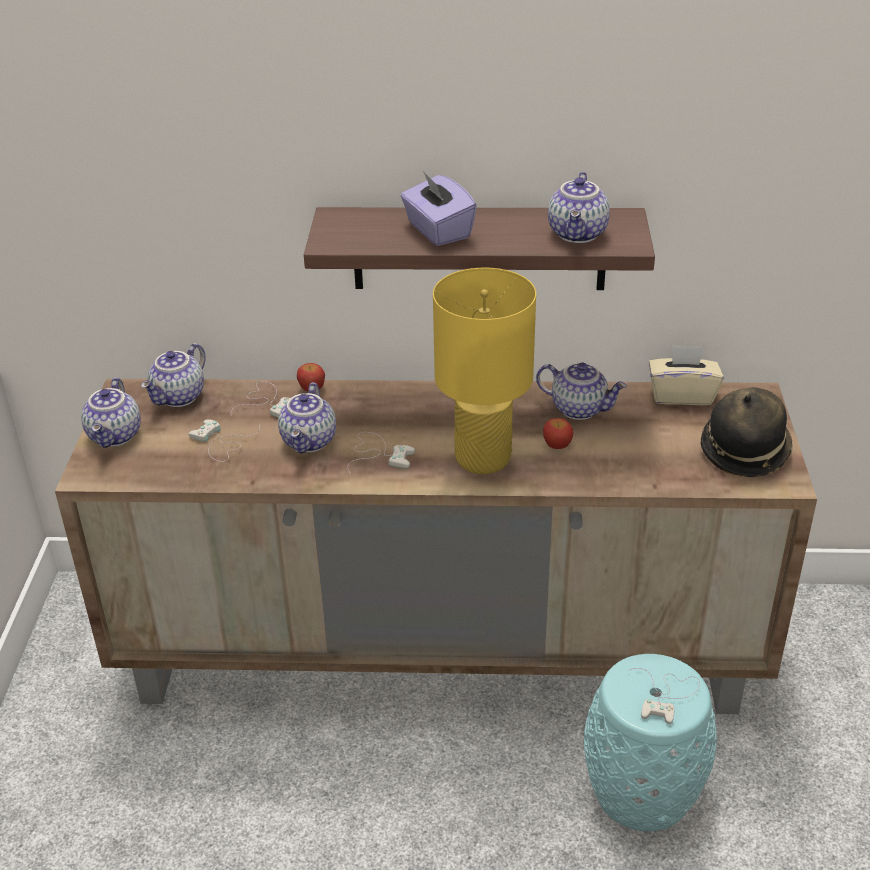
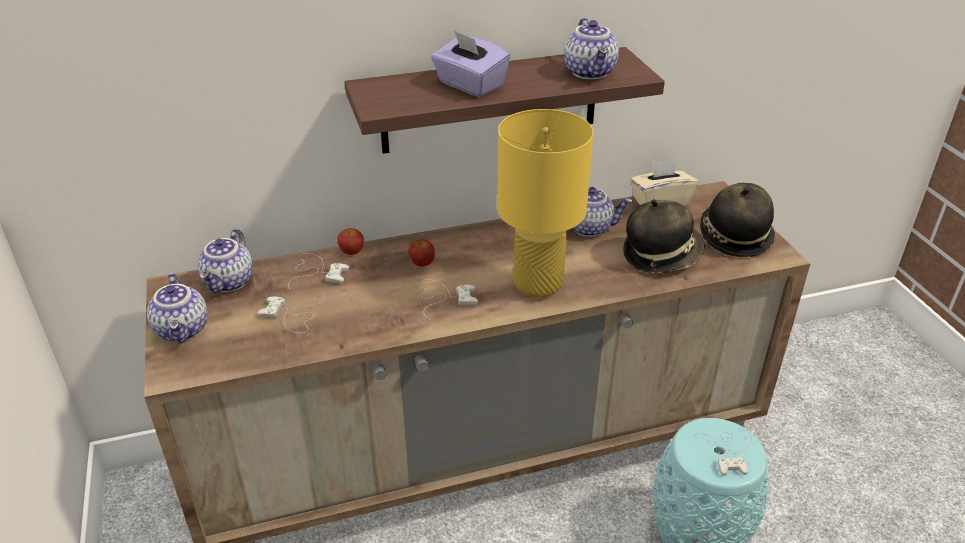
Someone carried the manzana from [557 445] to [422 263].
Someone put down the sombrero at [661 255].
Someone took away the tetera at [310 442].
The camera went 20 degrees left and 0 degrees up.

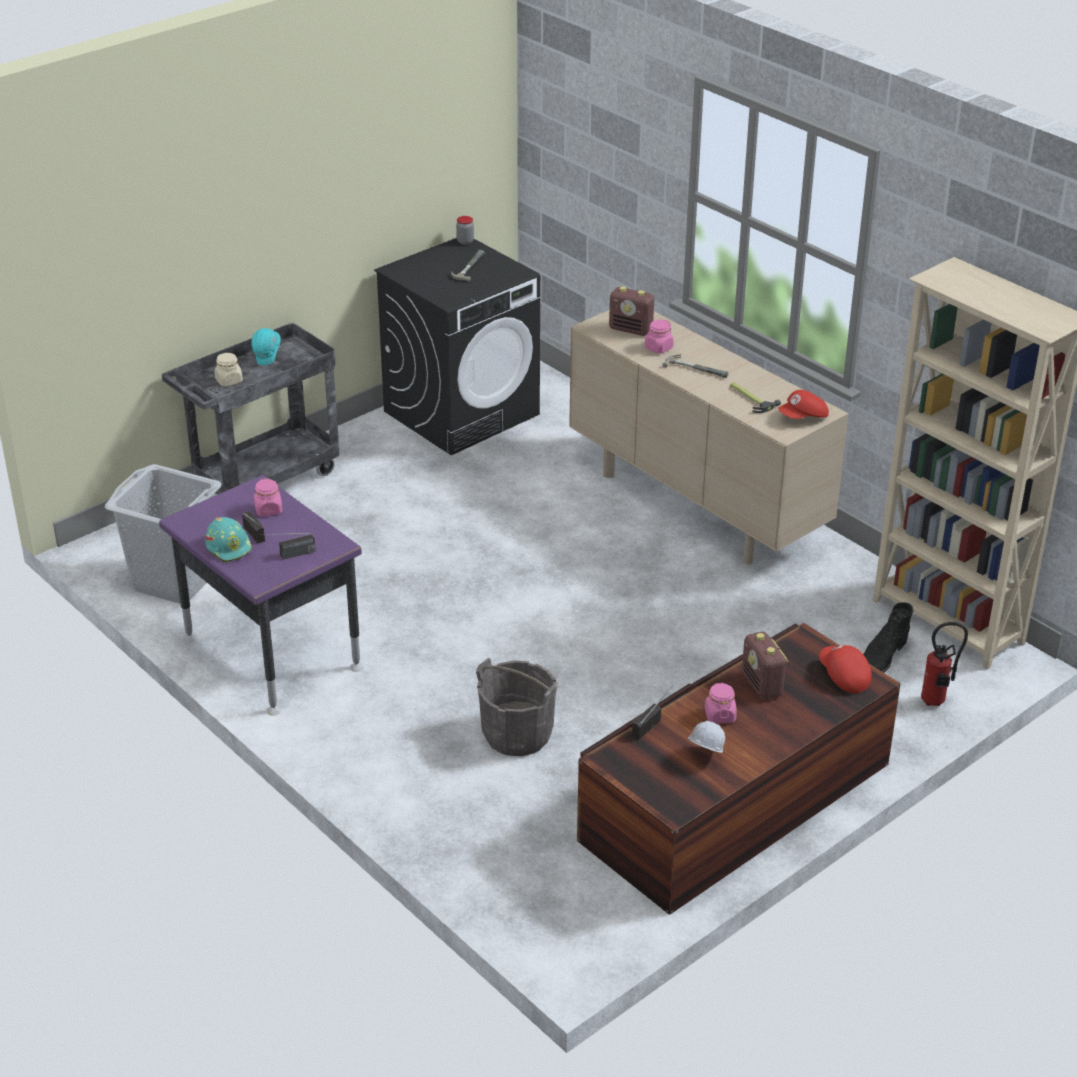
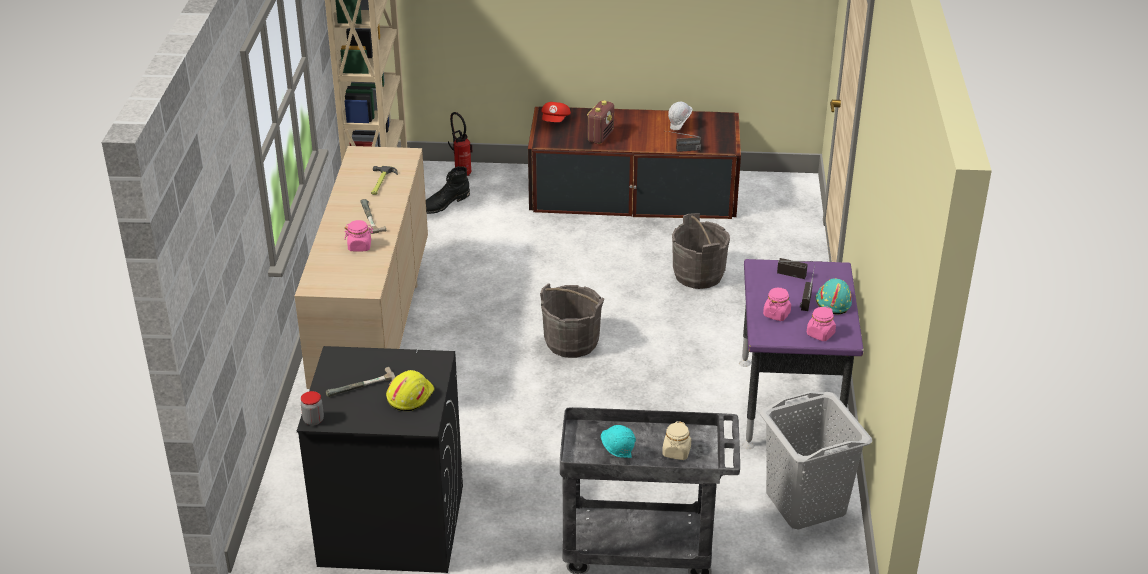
Someone put down the casco/amarillo at [409 396].
Someone rotated the bota/negro at [882 656] by 150 degrees clockwise.
Someone put down the cubo/gris at [571 342].
Someone carried the tarro/rosa from [719 715] to [820 334].
Someone took away the radio at [631 330].
Someone took away the gorra/rojo at [803 417].
The camera went 135 degrees left and 0 degrees up.

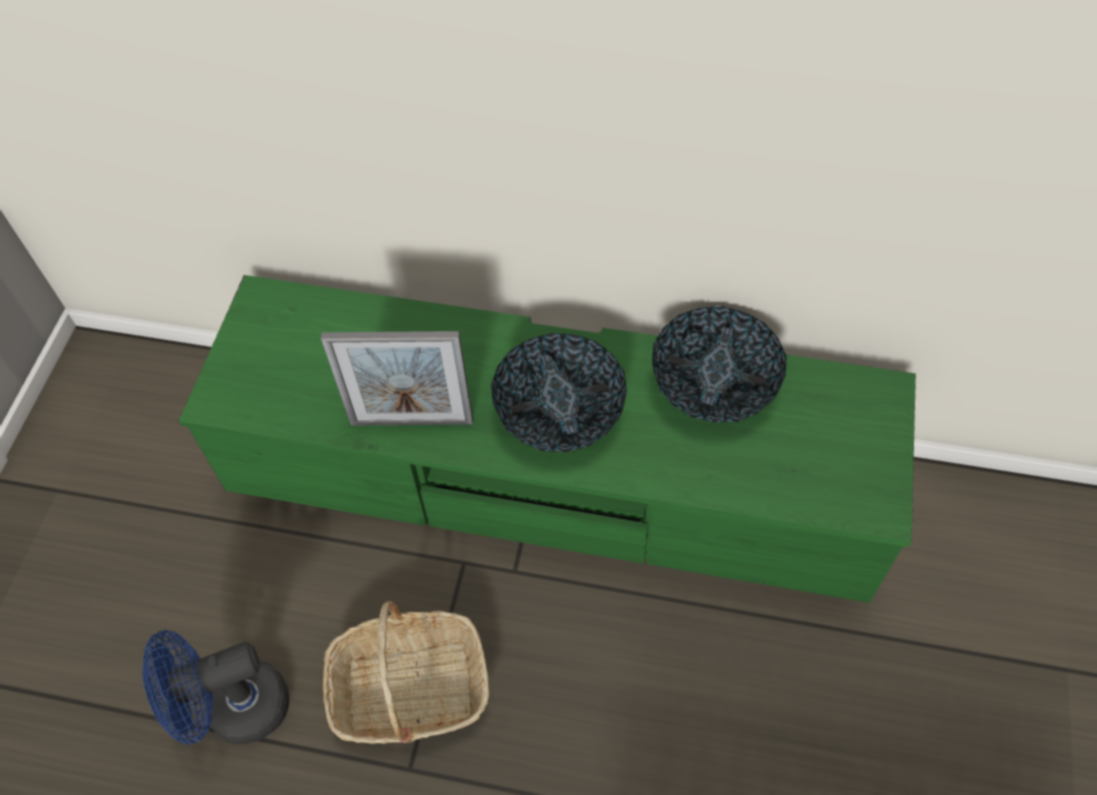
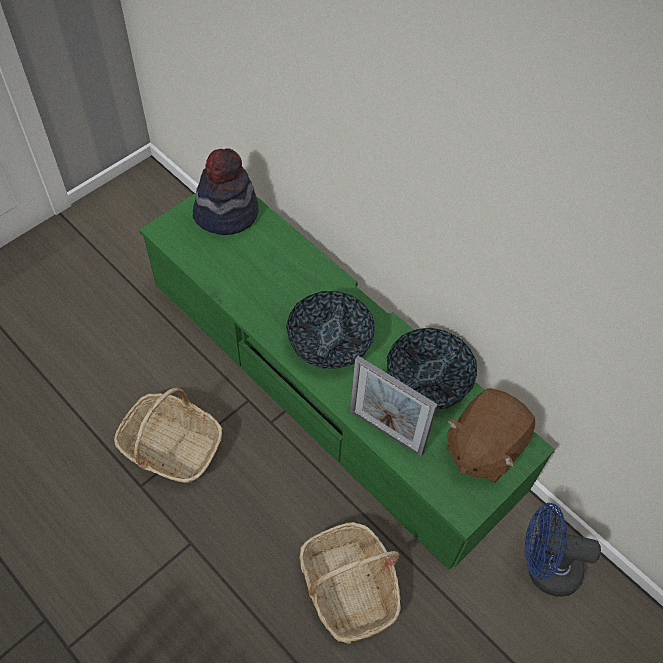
Someone put down the sombrero at [226 213].
Someone put down the cesta at [349 587].
Someone carried the portarretratos from [411 422] to [386 432].
Someone put down the peluche/marrón at [483 447].
Someone carried the ventilador/azul from [234 710] to [544 568].
The camera went 30 degrees right and 0 degrees up.

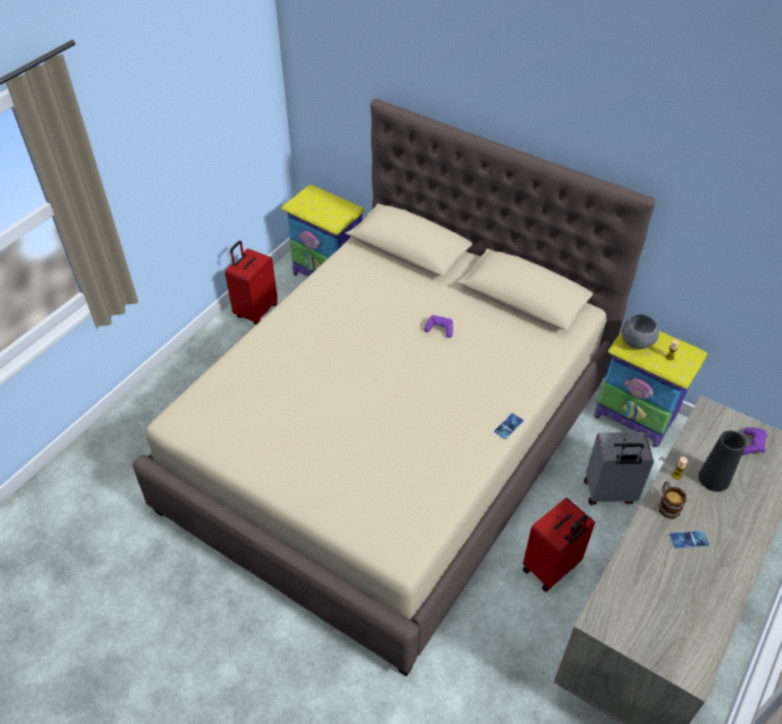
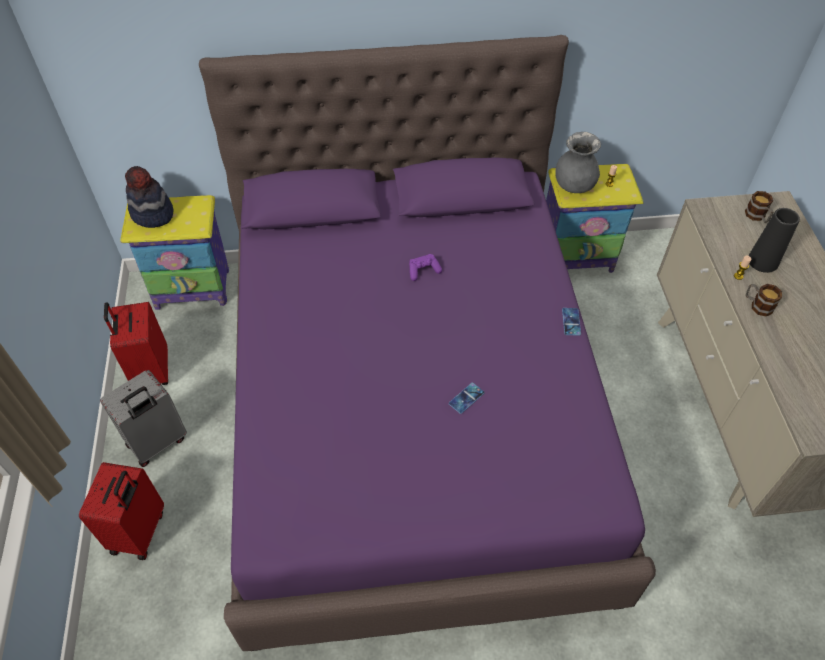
Someone carried the maleta/rojo from [551 568] to [140 532].
Someone carried the maleta/gris from [609 493] to [158 443].
Someone put down the sombrero at [152 214].
Someone repainted the cama/beis at [392 444], which became the cama/morado at [412 412].
Someone carried the móvil from [689 539] to [466 398].
Someone swapped the cuenco/gris at [636 342] for the florero/gris at [574 186].
Someone swapped the mando de consola/morado at [752 445] for the taza grande at [757 217].
The camera went 40 degrees left and 5 degrees up.

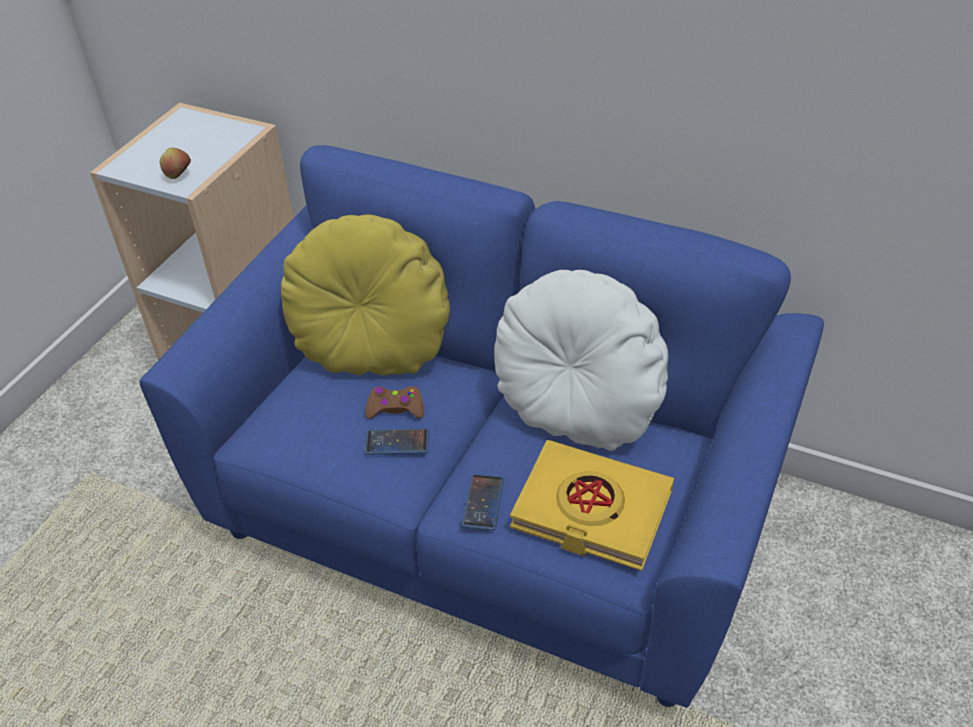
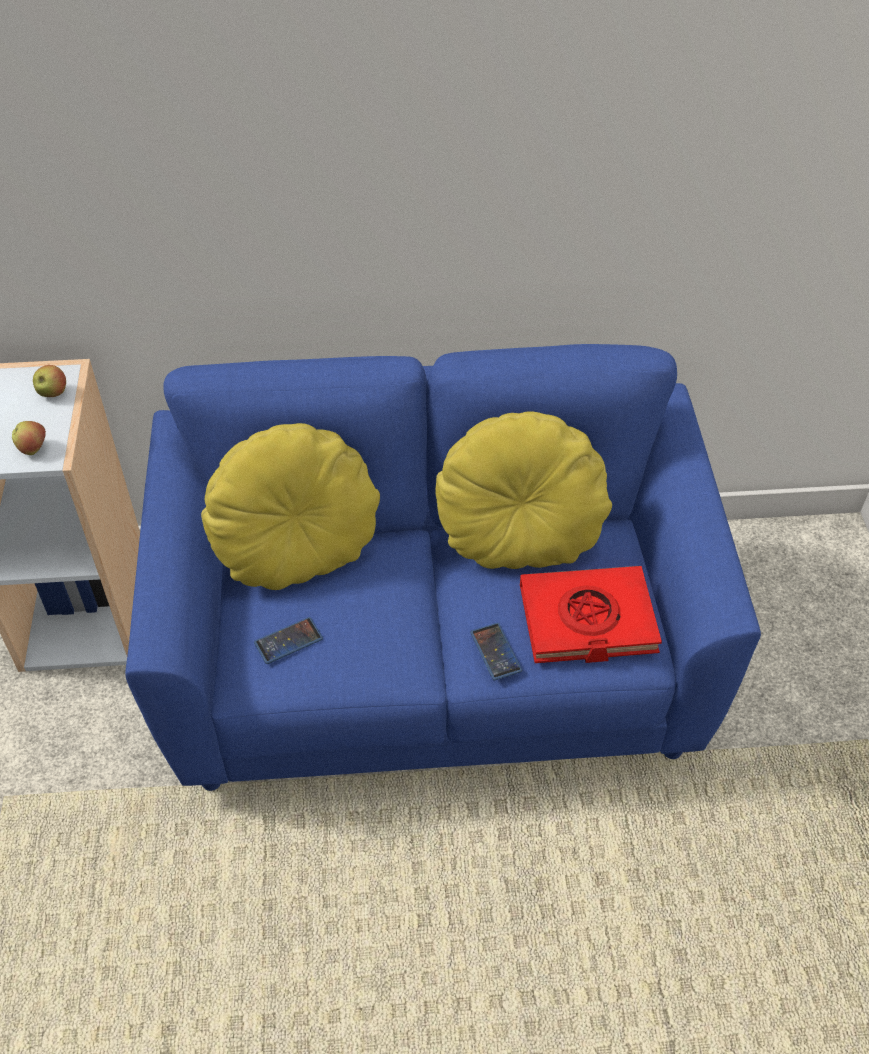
Someone put down the manzana at [53 393].
Someone carried the móvil from [397 442] to [288 641].
Someone repainted the cojín/blanco at [576 416], which became the cojín/amarillo at [519 544].
Someone repainted the libro/amarillo at [591 511], which became the libro/rojo at [587 621].
Someone took away the mando de consola/marrón at [395 408].
The camera went 30 degrees left and 5 degrees up.

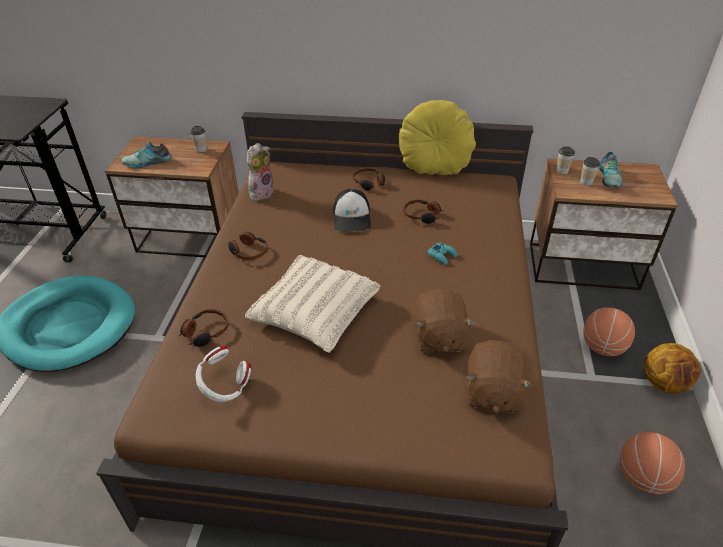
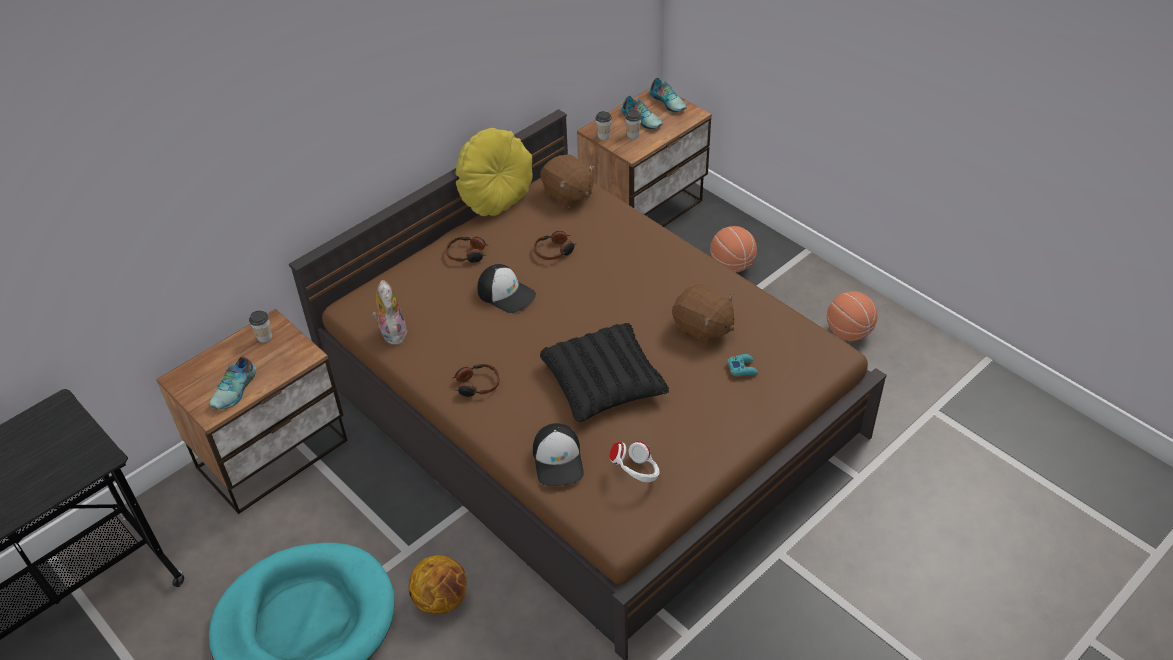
Someone carried the balón de baloncesto from [664 384] to [442 599].
Someone swapped the auriculares at [205 332] for the gorra at [558 460].
Someone carried the peluche/marrón from [492 392] to [568 195].
Someone repainted the cojín/beis at [314 311], which became the cojín/negro at [603 381].
Someone put down the zapato at [668 101].
Someone carried the mando de consola/turquesa from [442 256] to [742 368].
The camera went 50 degrees left and 5 degrees up.

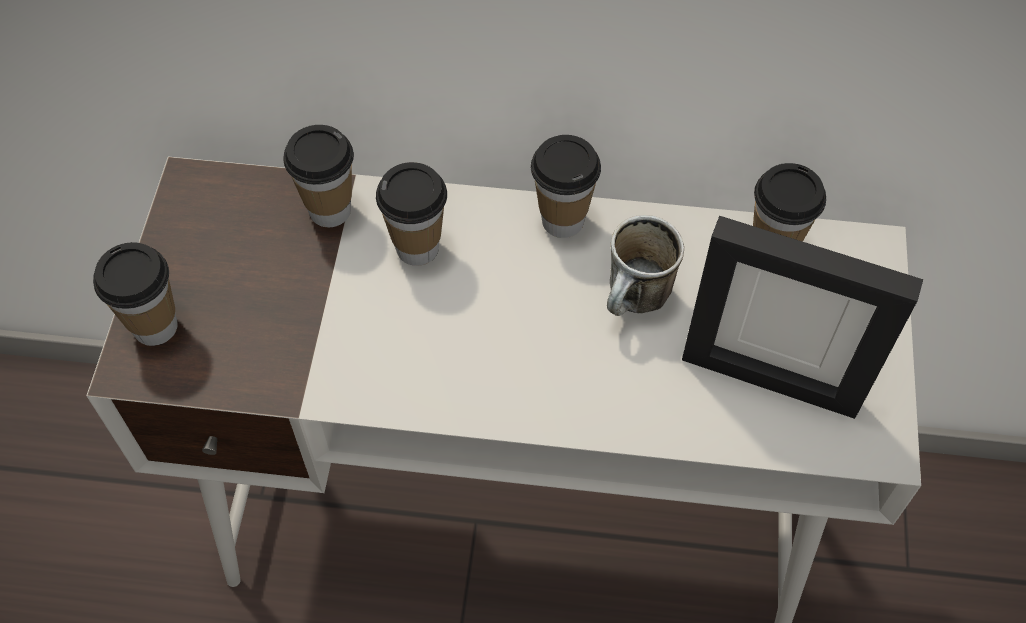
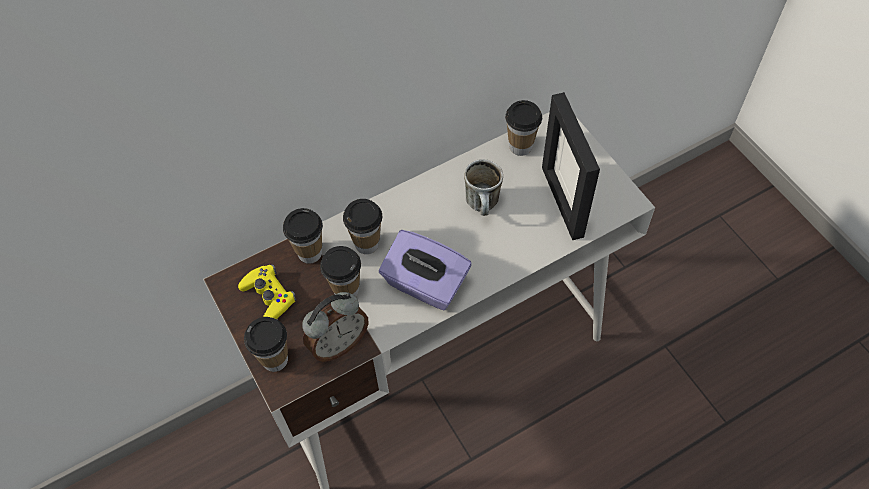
Someone put down the mando de consola/amarillo at [269 296].
Someone put down the despertador at [338 343].
Someone carried the taza from [562 220] to [346 290].
Someone put down the caja de pañuelos/morado at [425 284].
Someone rotated the portarretratos at [771 376] by 90 degrees clockwise.
The camera went 35 degrees left and 0 degrees up.

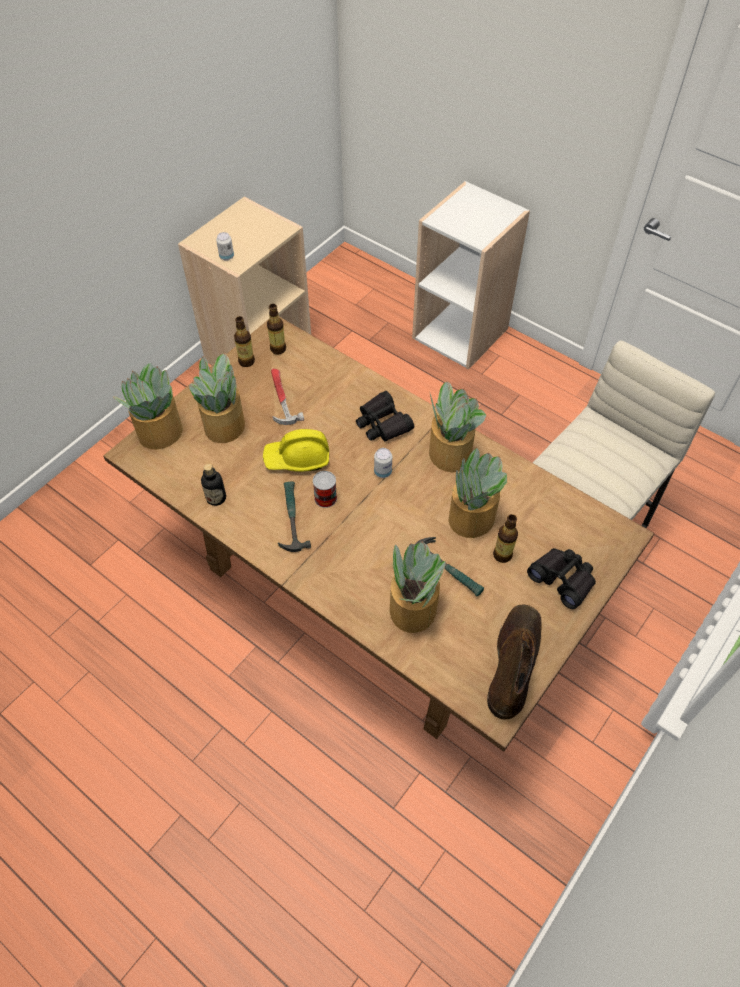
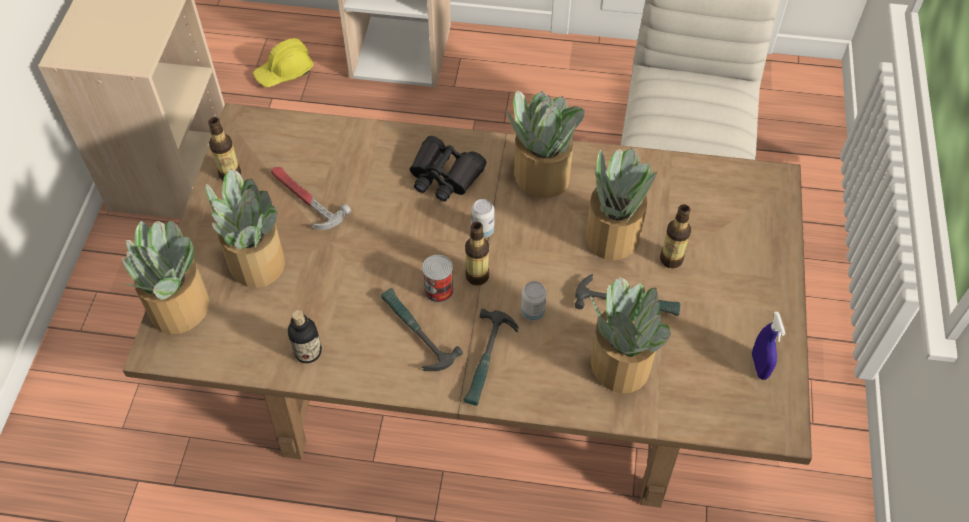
Someone carried the casco/amarillo from [297 458] to [284 72].
Someone put down the martillo at [488 360].
Someone carried the botella from [278 349] to [477 276].
Someone carried the lata from [226 257] to [532 312].
Someone swapped the bota/marrón at [513 662] for the pulverizador/azul at [759 366].
Someone took away the prismáticos/negro at [562 579].
The camera went 30 degrees left and 0 degrees up.

